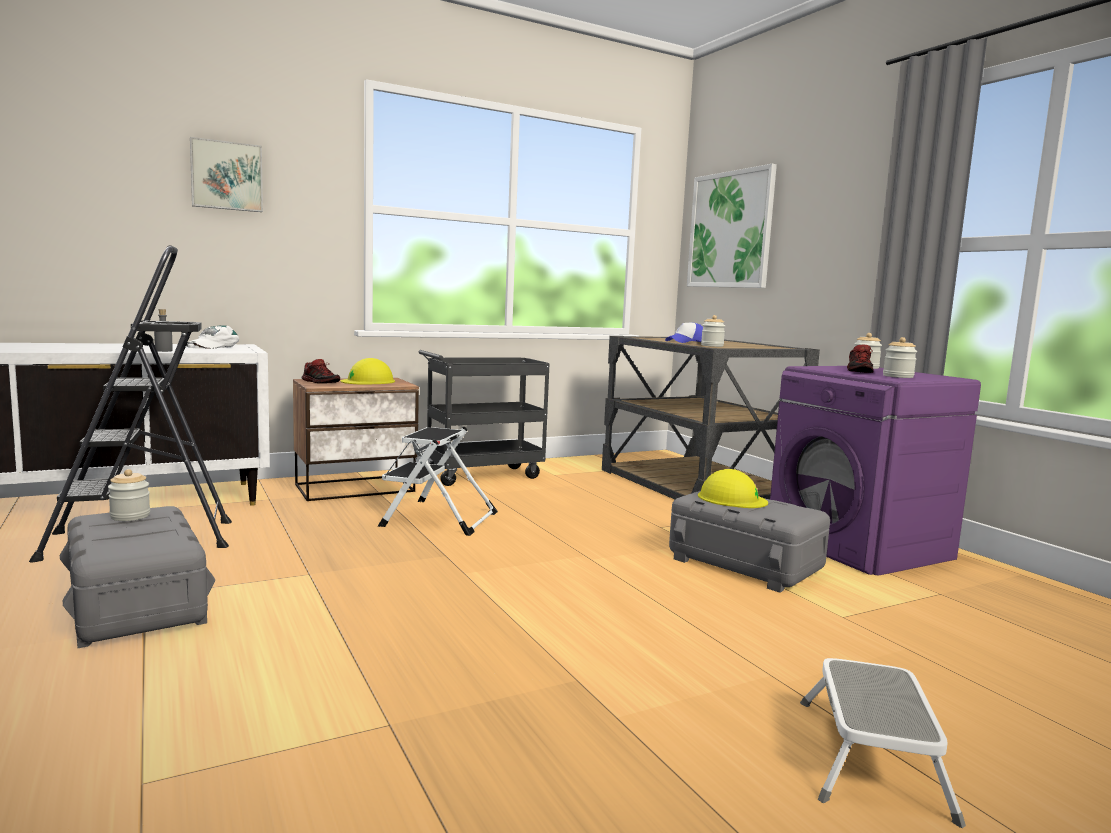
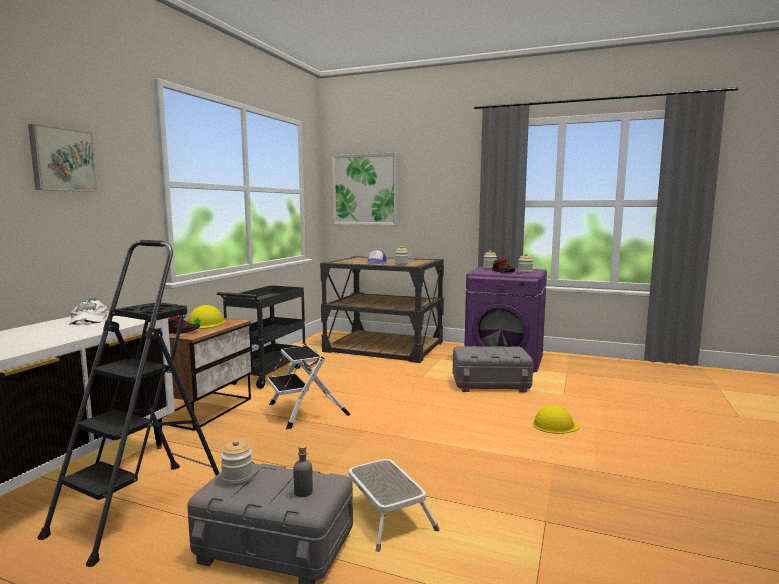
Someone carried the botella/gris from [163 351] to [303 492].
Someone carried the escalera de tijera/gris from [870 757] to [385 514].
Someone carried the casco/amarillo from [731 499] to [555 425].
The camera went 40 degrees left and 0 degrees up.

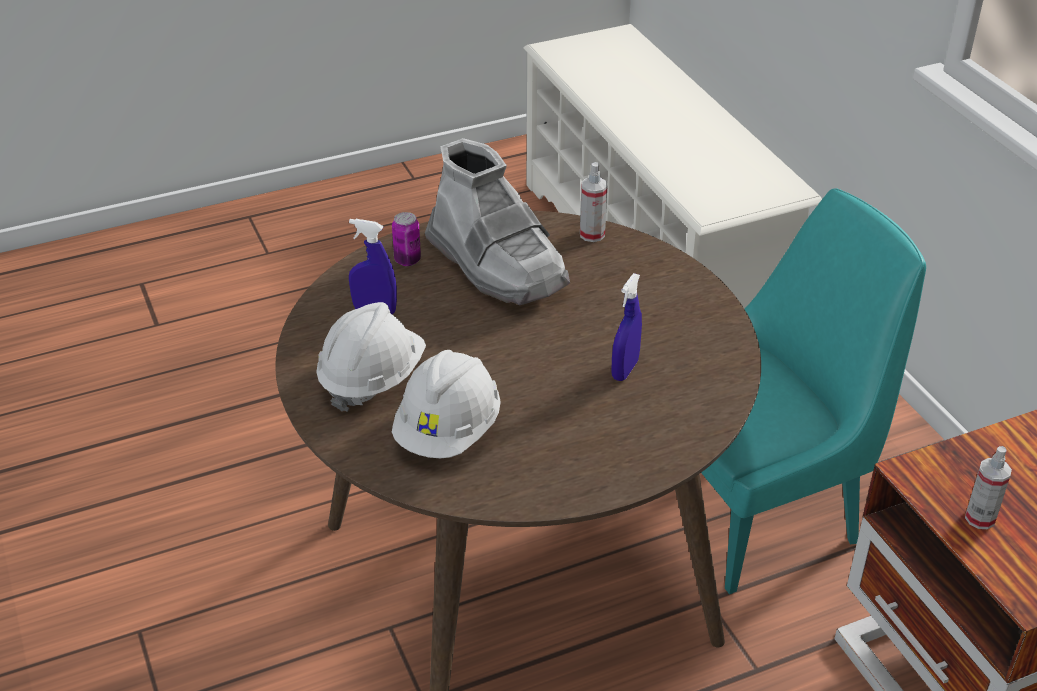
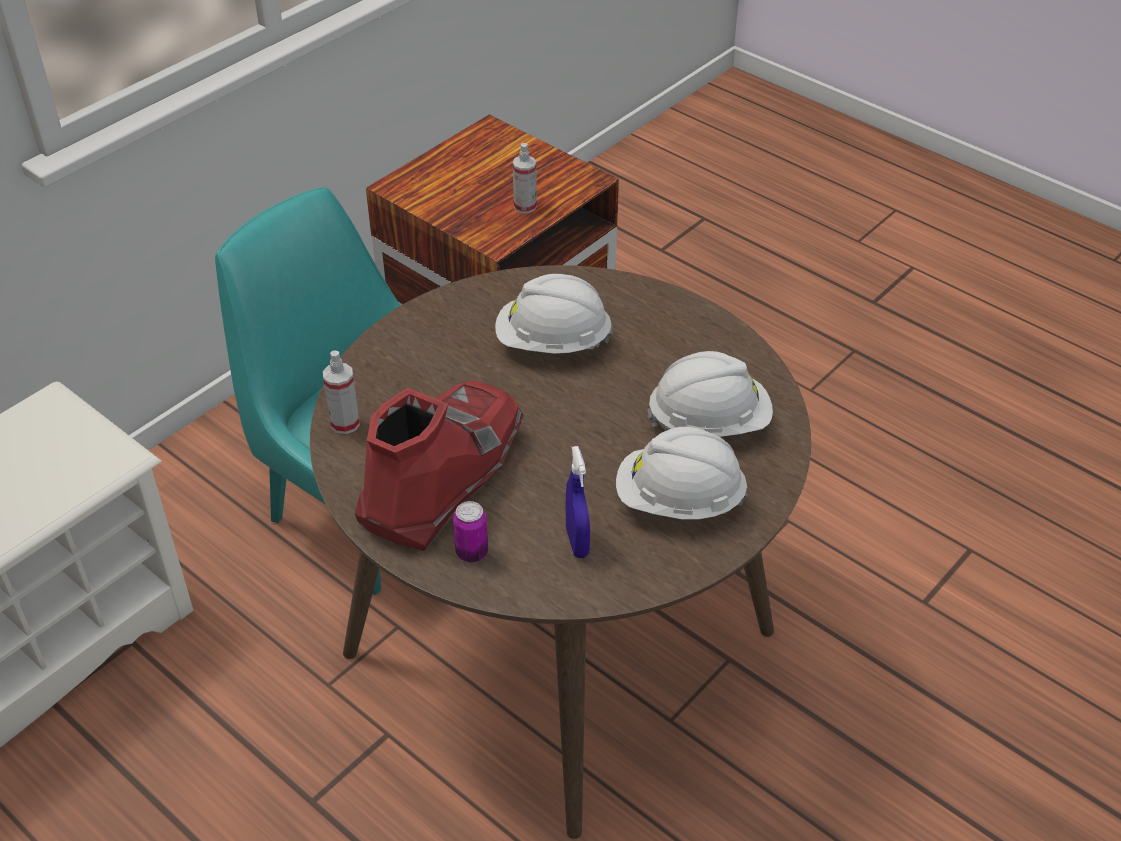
Someone repainted the bota/gris at [497 266], which became the bota/rojo at [442 476].
Someone swapped the pulverizador/azul at [625 370] for the casco/blanco at [552 342].
The camera went 115 degrees left and 5 degrees up.

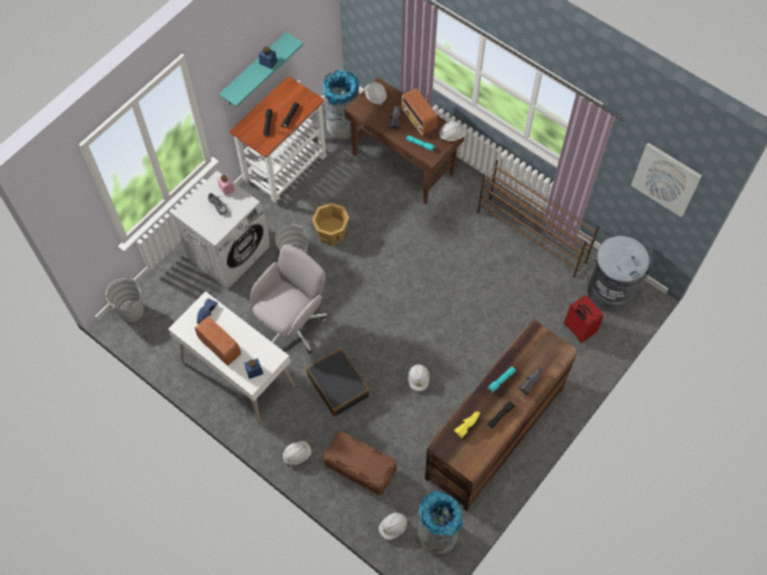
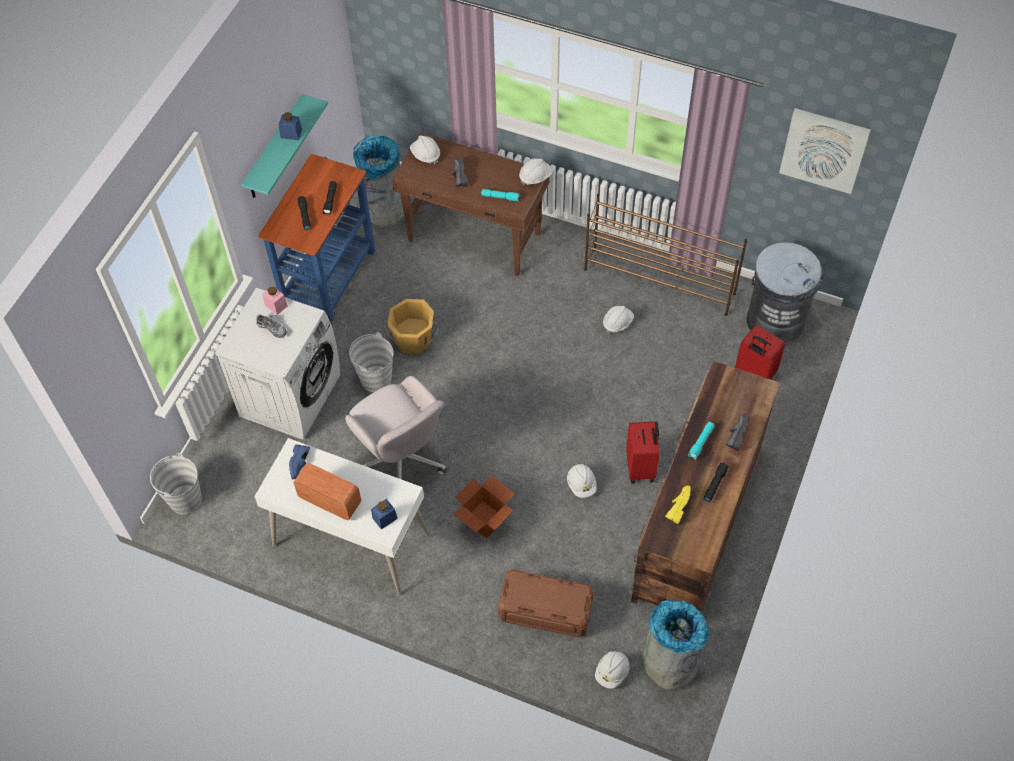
Someone repainted the carrito/blanco at [286 169], which became the carrito/azul at [330 277].
Someone rotated the silla de oficina/gris at [293 326] by 120 degrees clockwise.
Someone swapped the maleta/negro at [338 386] for the caja de cartón at [484 519].
Someone carried the casco/blanco from [297 454] to [617 323].
Someone put down the maleta/rojo at [641 467].
Someone took away the radio at [419 120].
The camera went 15 degrees left and 5 degrees down.

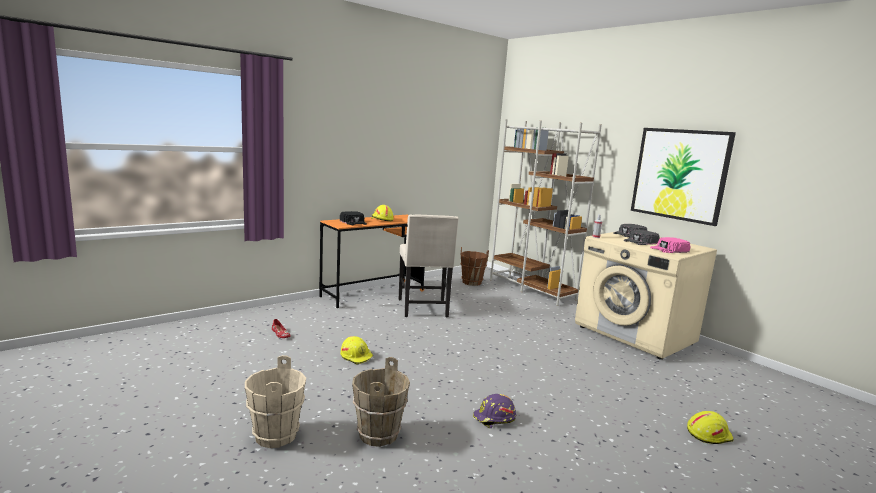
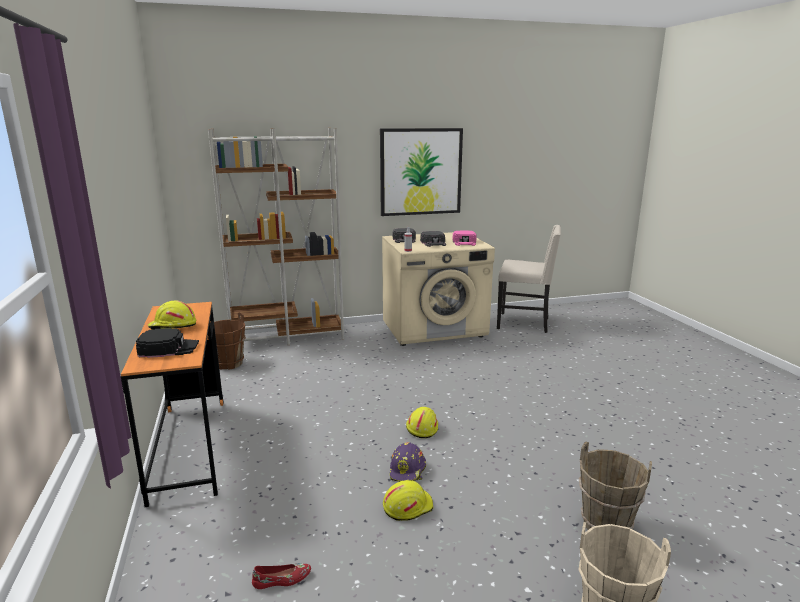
Someone carried the casco/morado from [494 419] to [408 470].
Someone carried the casco/amarillo from [708 434] to [422 428].
Someone carried the silla/beis from [424 308] to [524 323].
The camera went 65 degrees left and 5 degrees up.

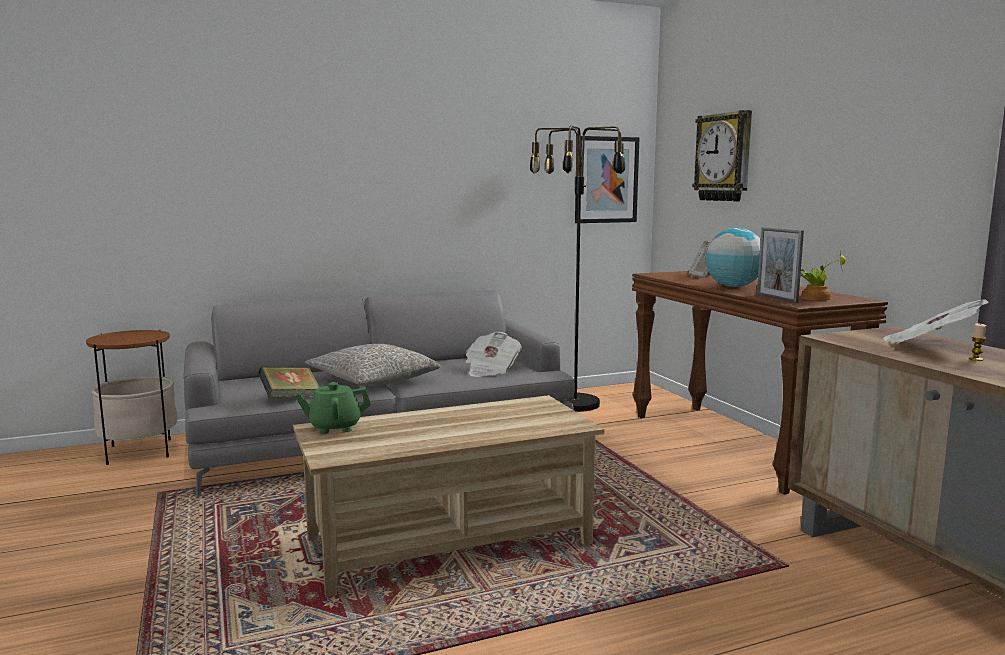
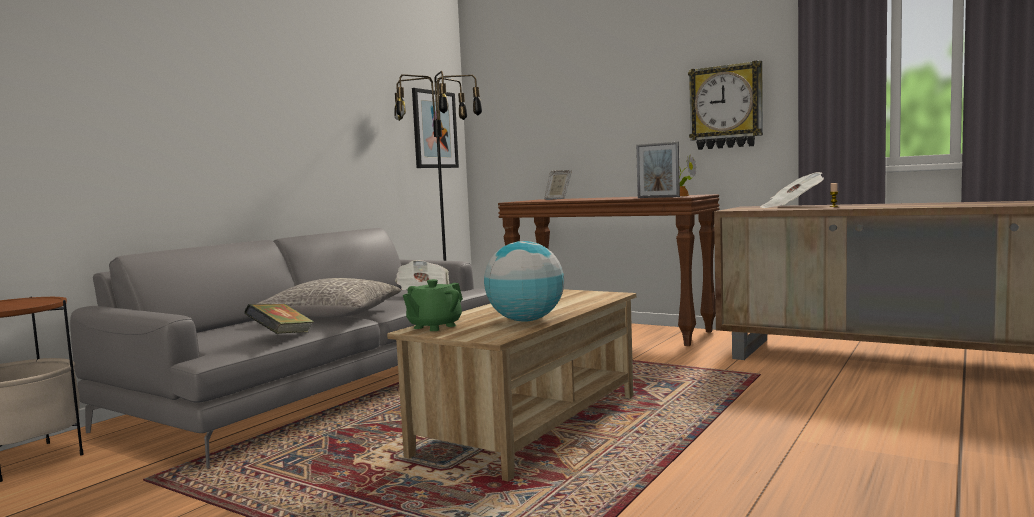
Someone carried the globo terráqueo from [733 286] to [525 320].
Someone carried the reloj de pared from [724 157] to [726 107].
The camera went 35 degrees left and 5 degrees down.

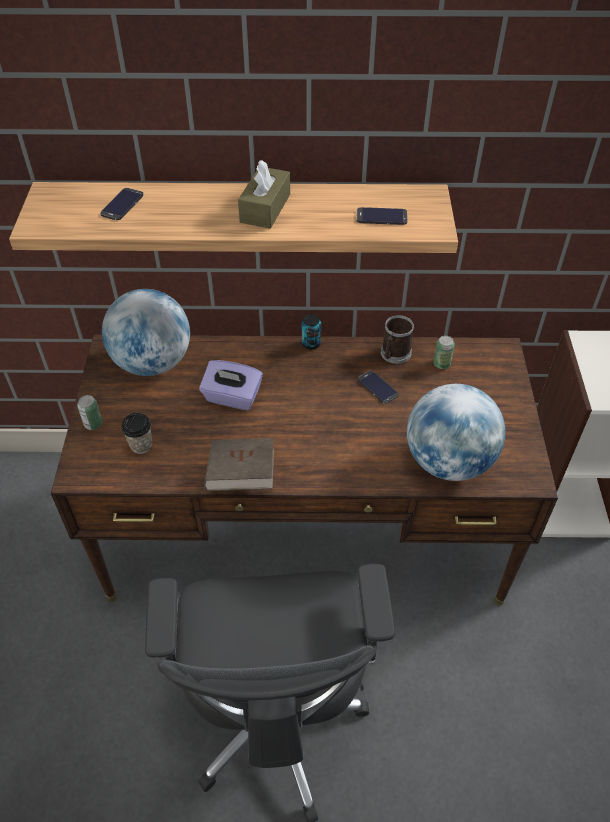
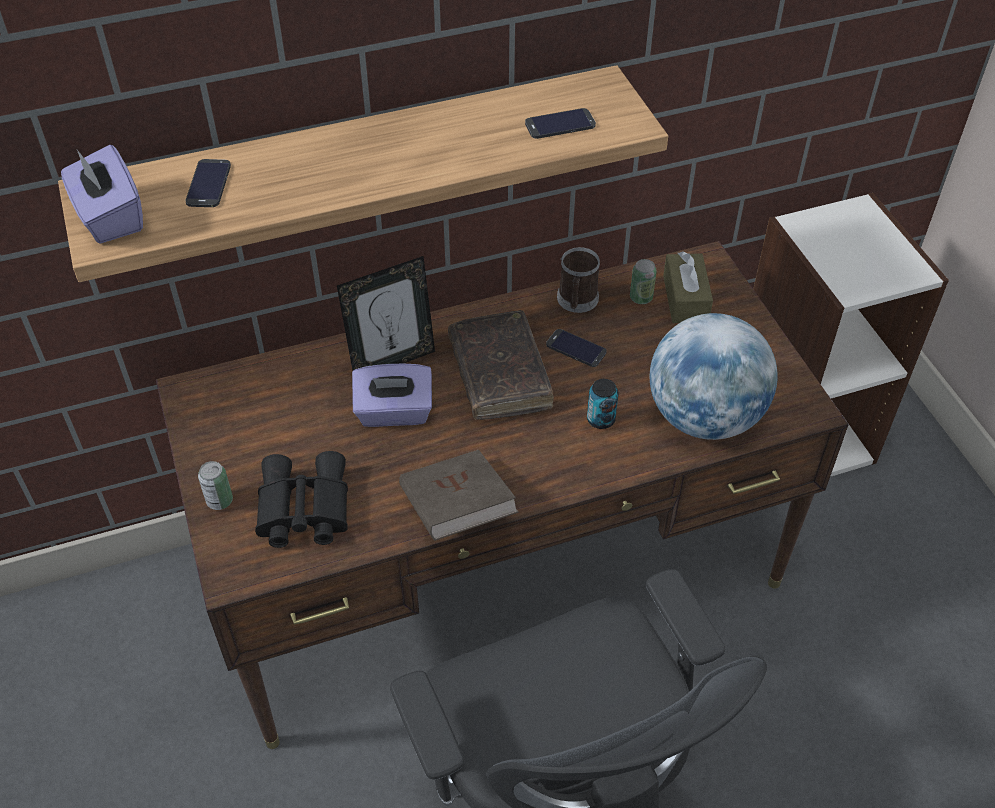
Someone put down the caja de pañuelos/morado at [109 217].
Someone swapped the taza at [141 445] for the prismáticos/negro at [301 510].
Someone put down the portarretratos at [392 361].
Someone put down the libro/marrón at [499 375].
Someone carried the lata from [311 344] to [601 419].
Someone carried the caja de pañuelos/marrón from [265 208] to [685 298].
Someone took away the globo terráqueo at [152 363].
The camera went 20 degrees left and 0 degrees up.

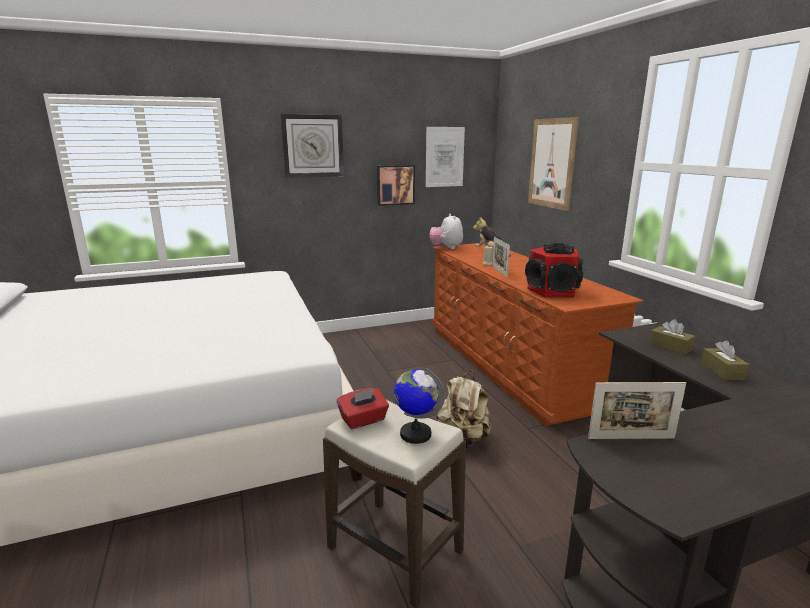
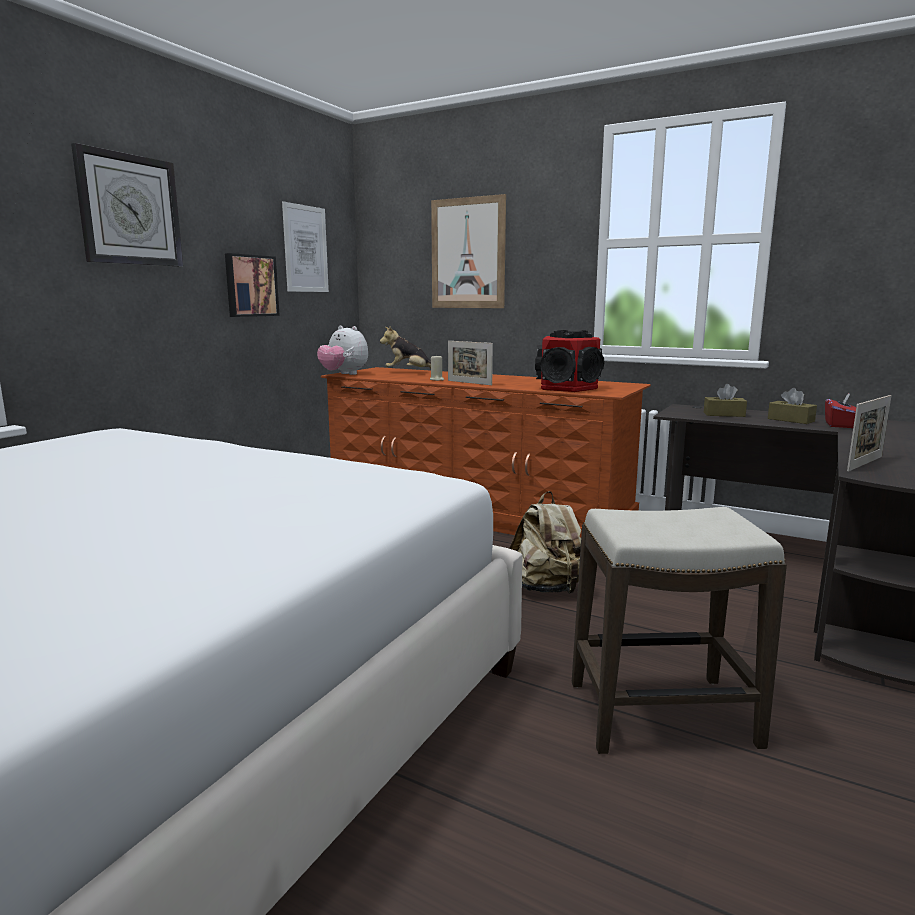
Someone carried the caja de pañuelos/rojo from [363 420] to [839 425].
Someone took away the globo terráqueo at [415 434].
The camera went 40 degrees left and 5 degrees down.

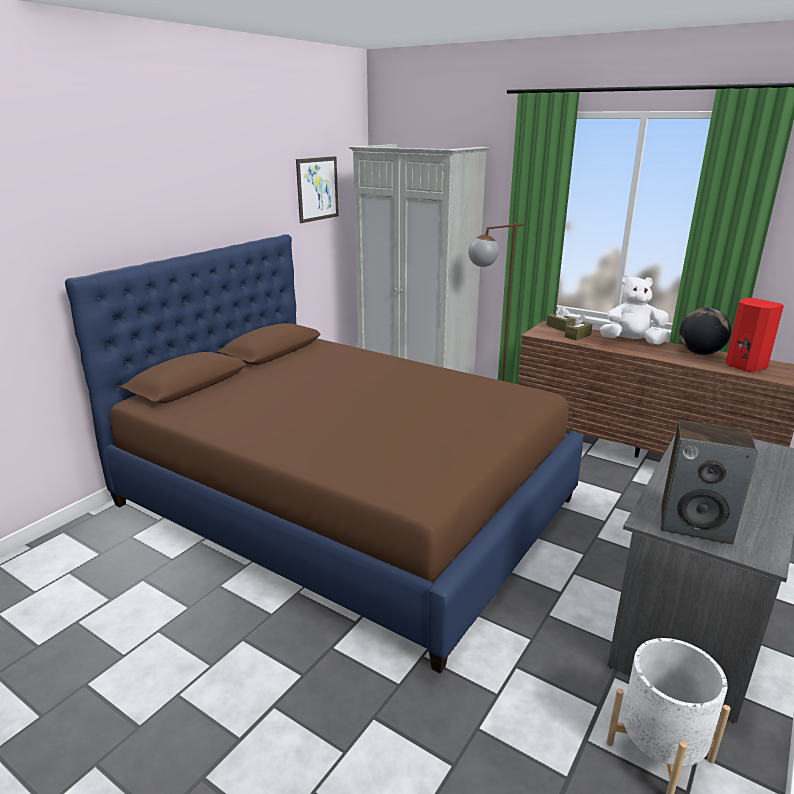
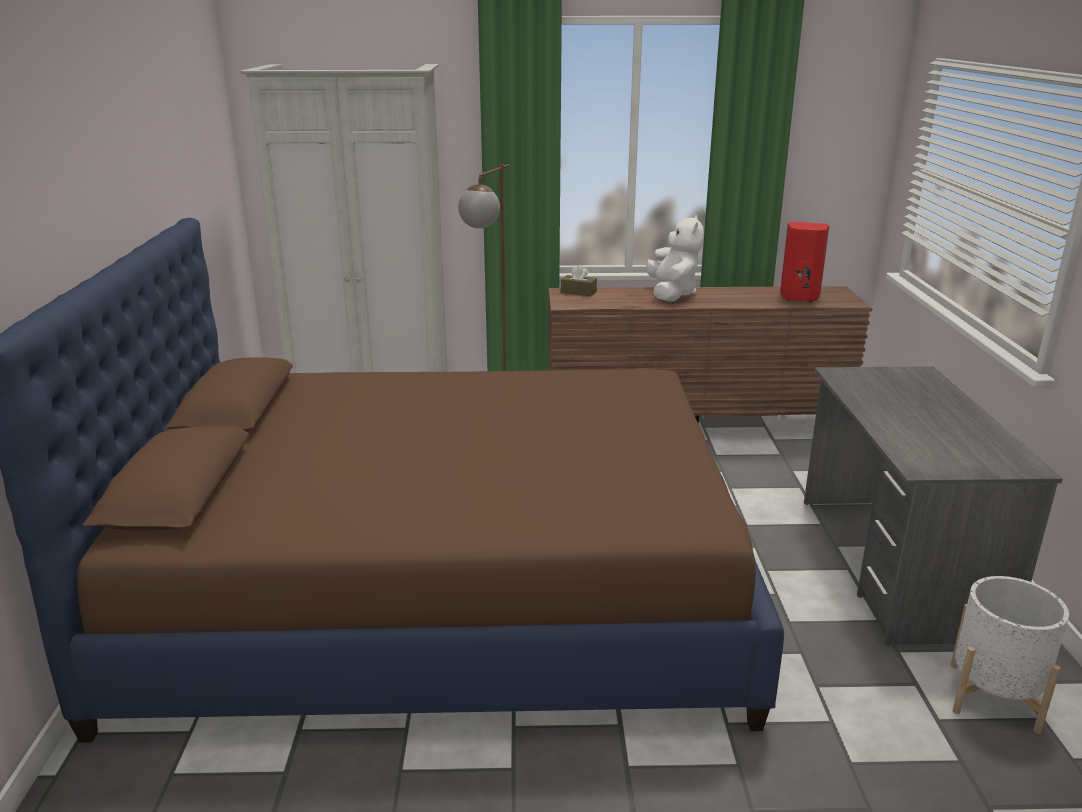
Someone rotated the peluche/blanco at [631 342] by 120 degrees clockwise.
Someone took away the cuadro at [317 189].
Someone took away the caja de pañuelos/marrón at [577 336].
Someone took away the altavoz at [695 524].
Someone took away the globo terráqueo at [700 353].
The camera went 35 degrees left and 0 degrees up.

